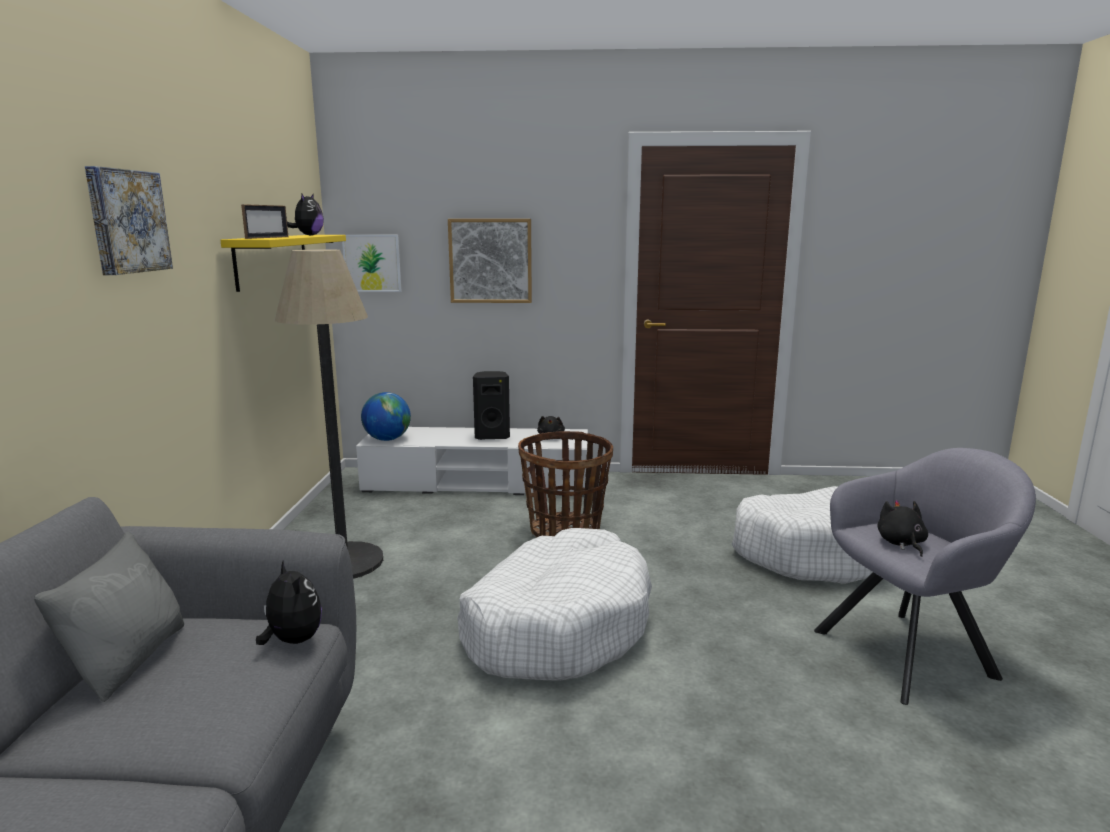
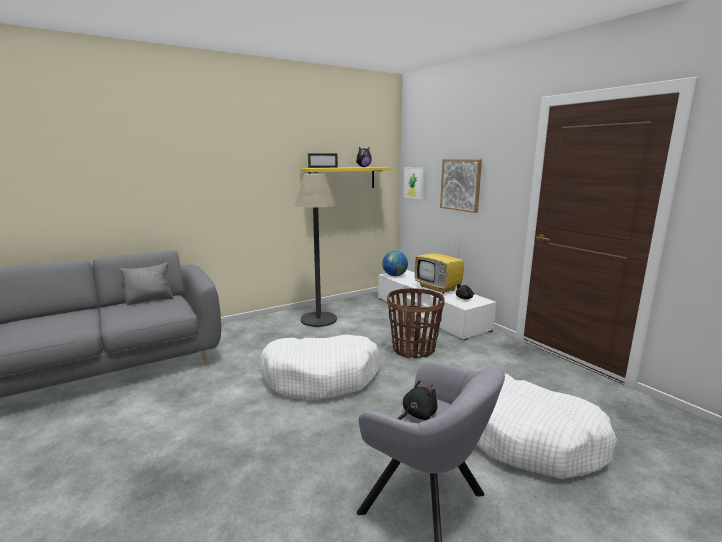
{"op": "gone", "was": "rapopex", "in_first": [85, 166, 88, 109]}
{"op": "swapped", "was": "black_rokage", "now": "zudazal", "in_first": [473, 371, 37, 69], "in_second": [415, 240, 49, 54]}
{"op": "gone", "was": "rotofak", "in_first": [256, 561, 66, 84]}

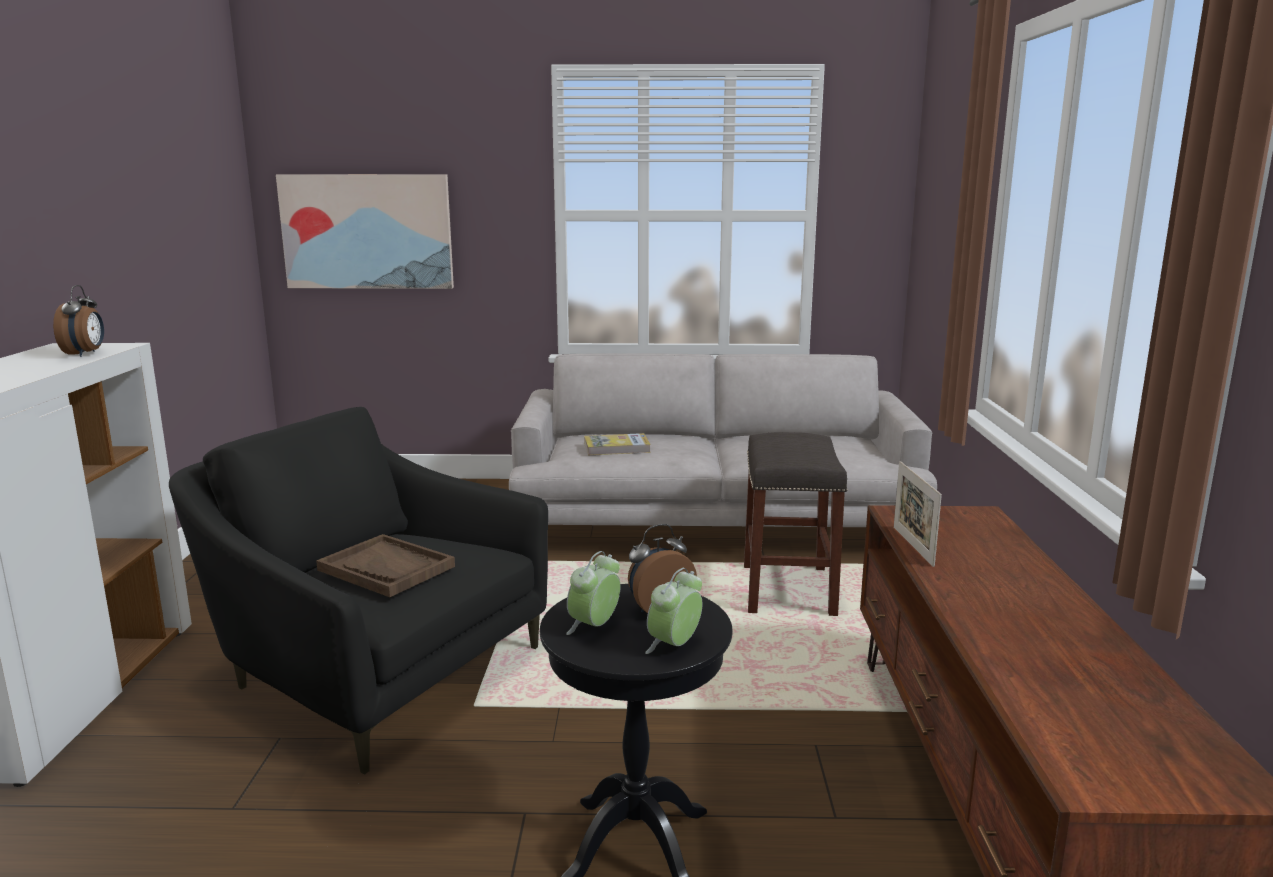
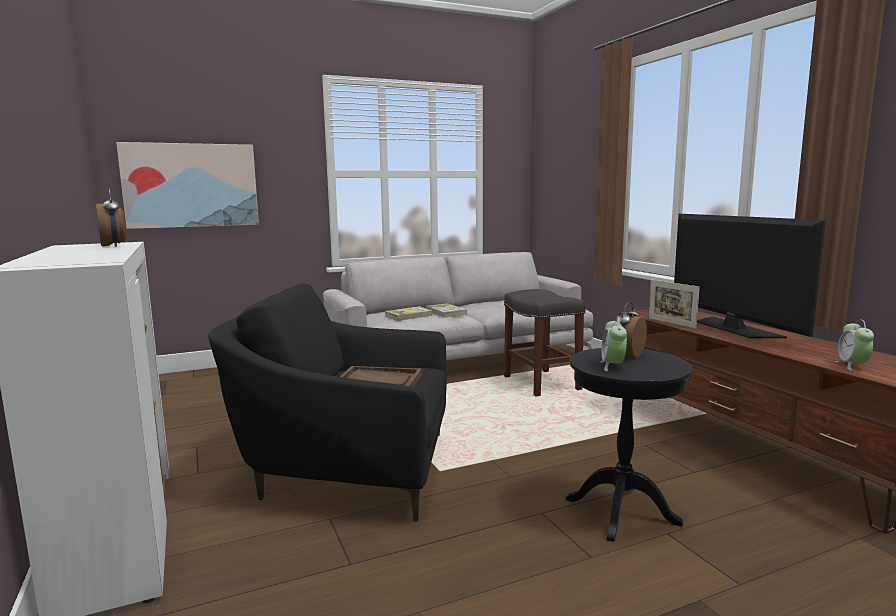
{"op": "shifted", "was": "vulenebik", "in_first": [645, 568, 57, 86], "in_second": [835, 319, 39, 52]}
{"op": "new", "now": "zudazal", "in_second": [674, 214, 152, 124]}
{"op": "new", "now": "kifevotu", "in_second": [426, 303, 41, 15]}

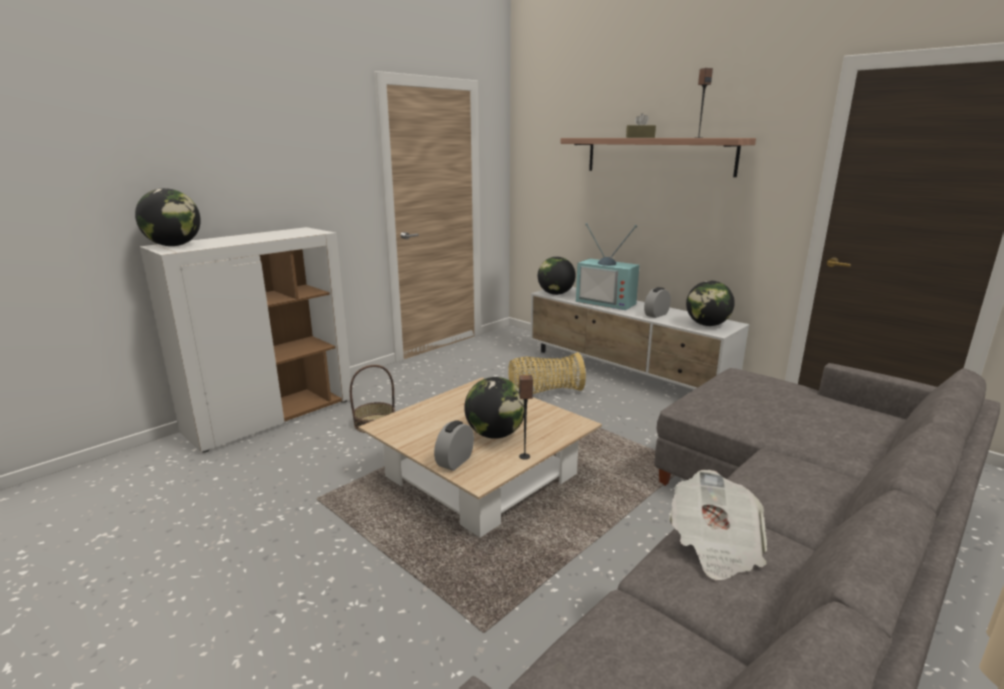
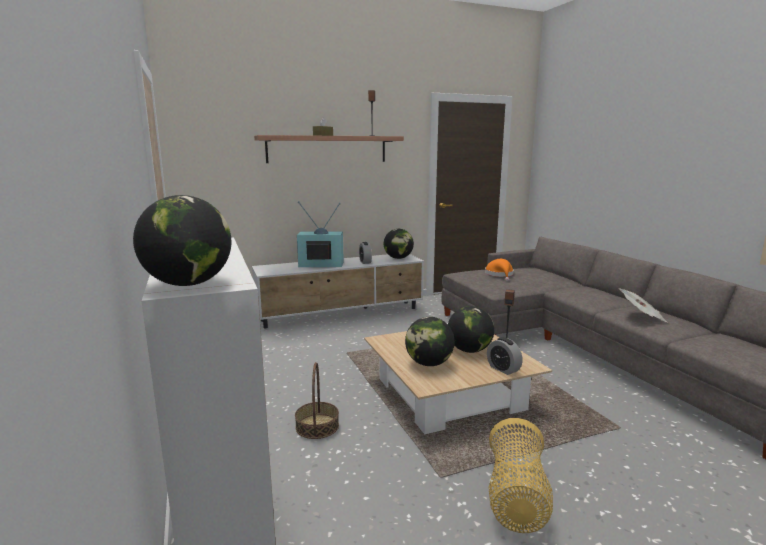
{"op": "rotated", "was": "zudazal", "in_first": [576, 223, 64, 87], "in_second": [297, 201, 47, 66], "clockwise": -150}
{"op": "shifted", "was": "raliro", "in_first": [538, 257, 38, 38], "in_second": [405, 317, 50, 49]}
{"op": "shifted", "was": "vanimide", "in_first": [508, 352, 78, 42], "in_second": [488, 418, 65, 115]}
{"op": "new", "now": "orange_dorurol", "in_second": [485, 259, 29, 22]}

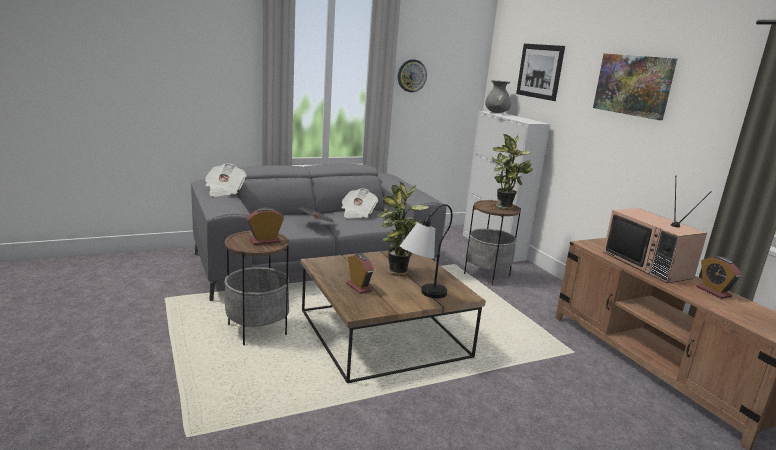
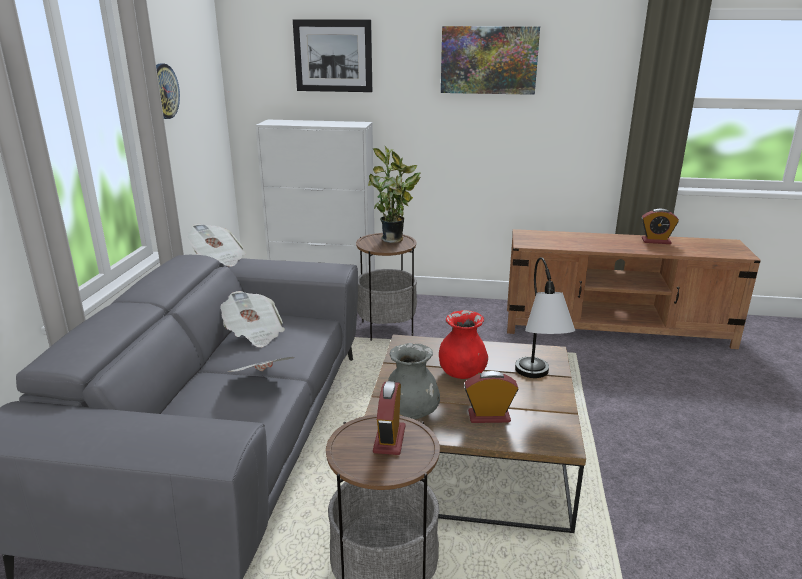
{"op": "shifted", "was": "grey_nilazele", "in_first": [485, 80, 26, 33], "in_second": [388, 343, 52, 76]}
{"op": "shifted", "was": "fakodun", "in_first": [205, 163, 41, 34], "in_second": [186, 224, 60, 43]}
{"op": "gone", "was": "zudazal", "in_first": [603, 176, 108, 107]}
{"op": "swapped", "was": "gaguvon", "now": "red_nilazele", "in_first": [377, 181, 52, 95], "in_second": [439, 310, 49, 69]}

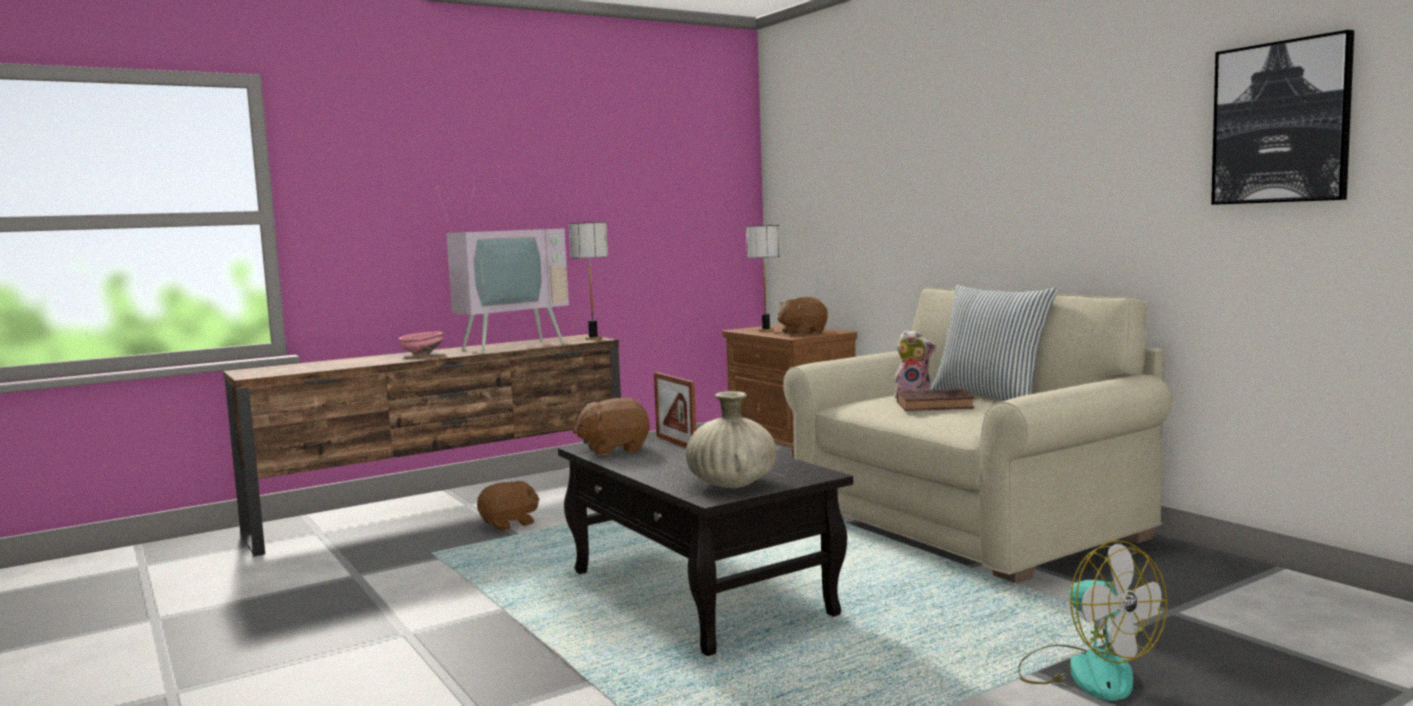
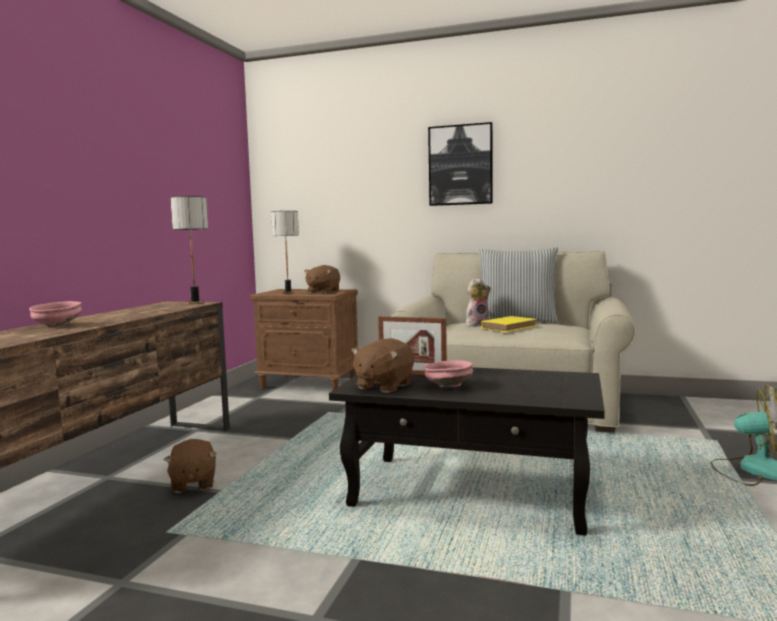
{"op": "shifted", "was": "rapopex", "in_first": [1211, 30, 143, 175], "in_second": [428, 122, 65, 84]}
{"op": "gone", "was": "zudazal", "in_first": [436, 186, 133, 167]}
{"op": "repainted", "was": "brown_kifevotu", "now": "yellow_kifevotu", "in_first": [897, 389, 77, 22], "in_second": [481, 316, 55, 16]}
{"op": "gone", "was": "beige_nilazele", "in_first": [686, 391, 91, 97]}
{"op": "rotated", "was": "brown_rotofak", "in_first": [477, 481, 62, 50], "in_second": [164, 439, 53, 54], "clockwise": 150}
{"op": "new", "now": "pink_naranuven", "in_second": [423, 360, 50, 28]}

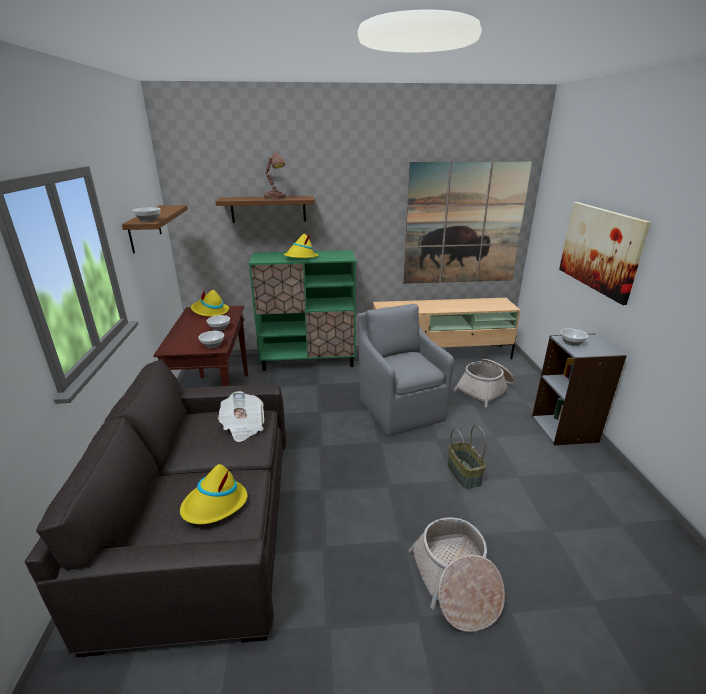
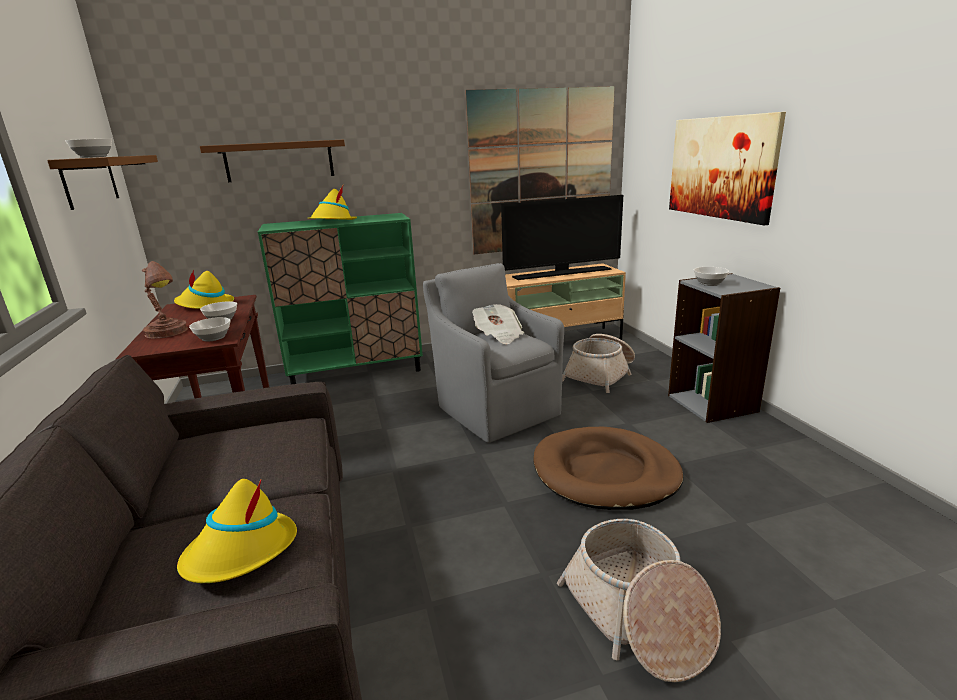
{"op": "shifted", "was": "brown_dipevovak", "in_first": [263, 152, 23, 48], "in_second": [142, 261, 46, 78]}
{"op": "shifted", "was": "fakodun", "in_first": [218, 391, 46, 51], "in_second": [472, 304, 52, 40]}
{"op": "swapped", "was": "vanimide", "now": "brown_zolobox", "in_first": [448, 425, 38, 64], "in_second": [533, 427, 150, 83]}
{"op": "new", "now": "zudazal", "in_second": [501, 195, 122, 85]}

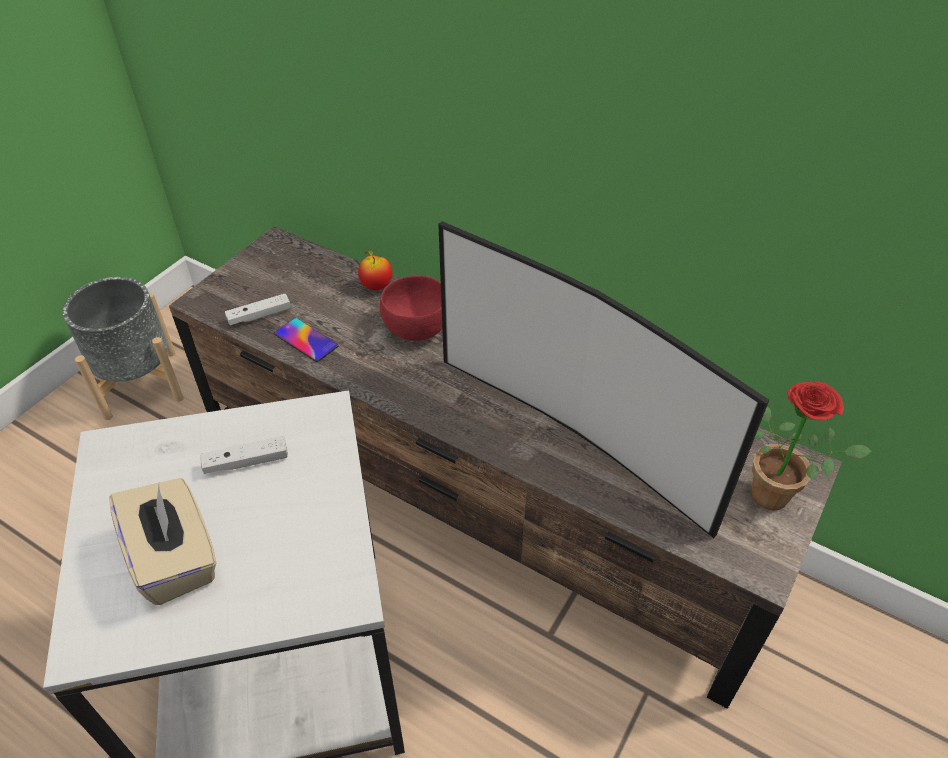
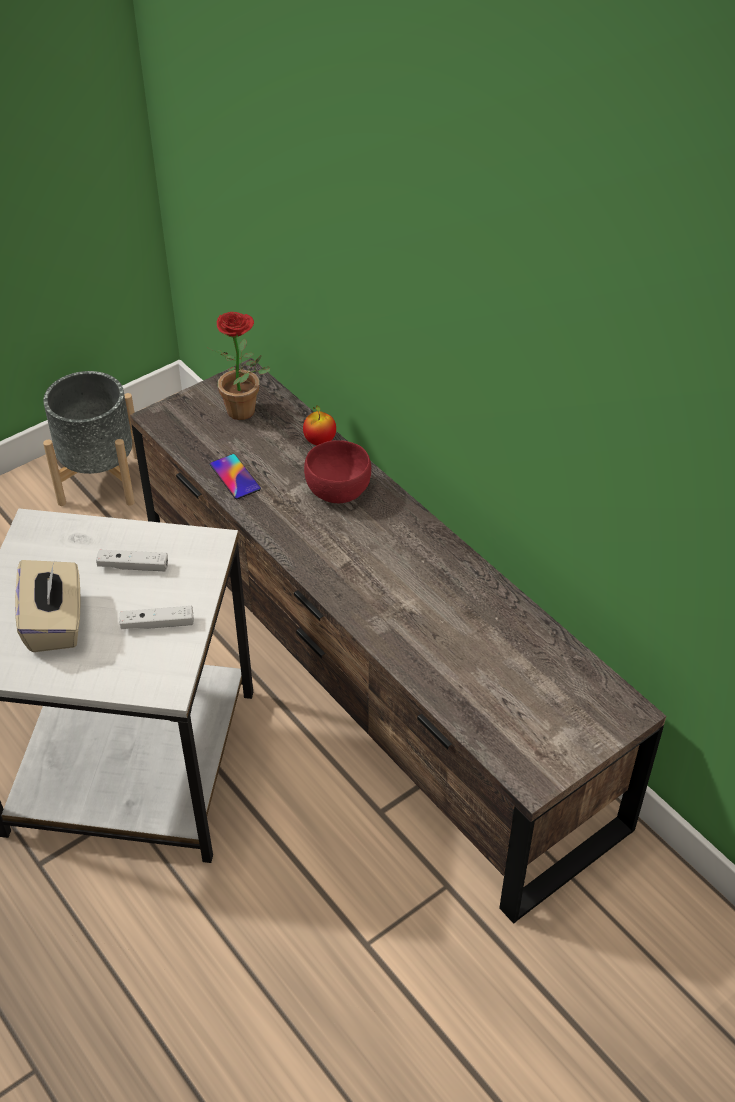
{"op": "gone", "was": "zudazal", "in_first": [438, 221, 331, 317]}
{"op": "shifted", "was": "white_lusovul", "in_first": [225, 294, 65, 31], "in_second": [120, 606, 74, 23]}
{"op": "shifted", "was": "gaguvon", "in_first": [751, 381, 121, 129], "in_second": [208, 312, 62, 108]}

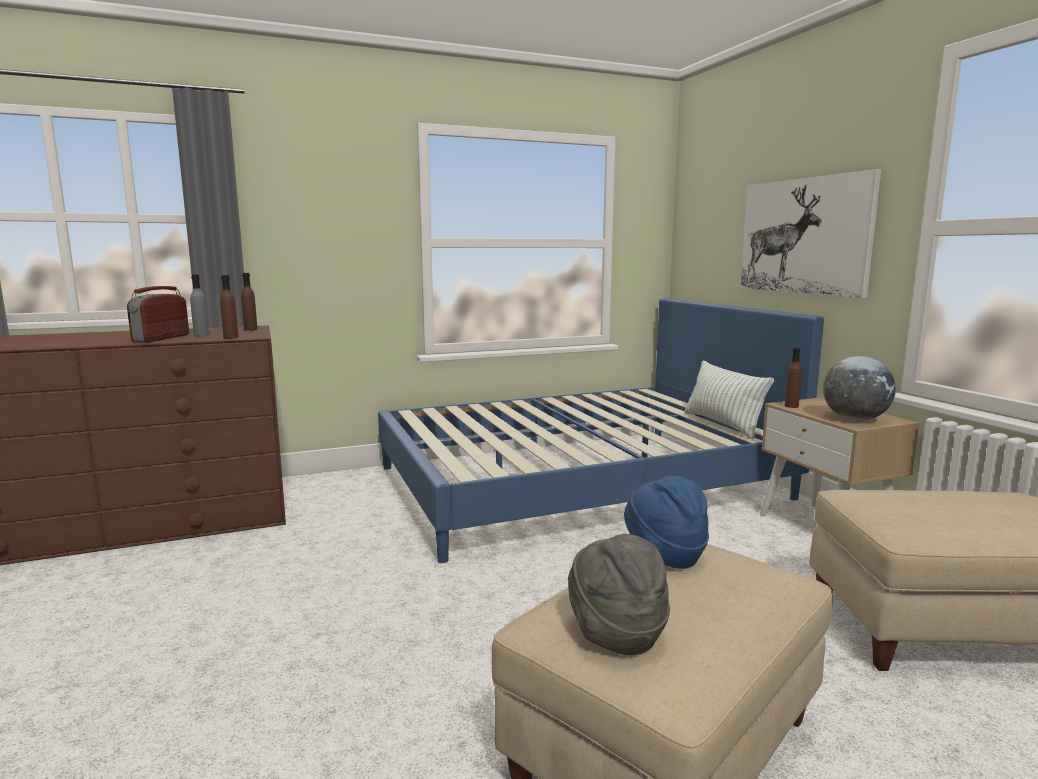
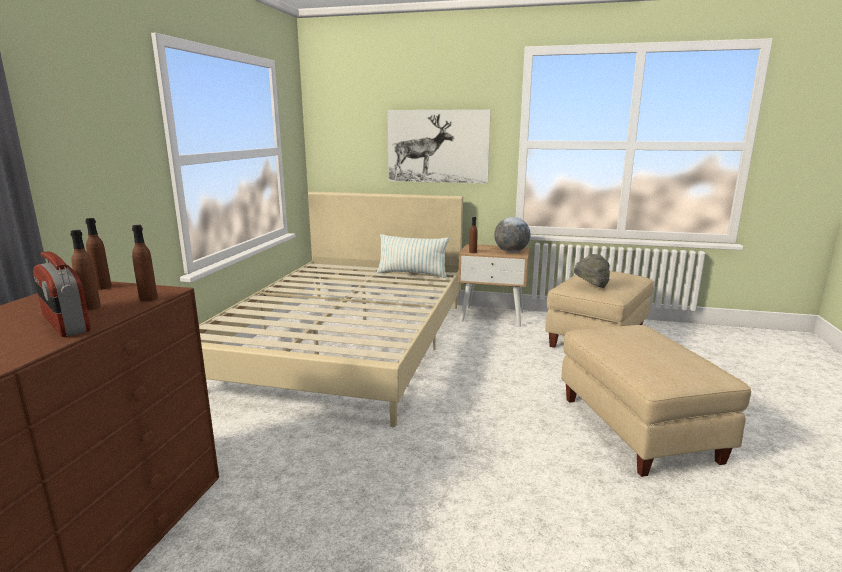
{"op": "repainted", "was": "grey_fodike", "now": "brown_fodike", "in_first": [190, 274, 19, 62], "in_second": [70, 230, 31, 80]}
{"op": "repainted", "was": "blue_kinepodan", "now": "beige_kinepodan", "in_first": [378, 298, 446, 265], "in_second": [199, 191, 264, 236]}
{"op": "gone", "was": "blue_dorurol", "in_first": [624, 476, 85, 93]}
{"op": "shifted", "was": "grey_dorurol", "in_first": [568, 534, 102, 121], "in_second": [574, 254, 36, 34]}

